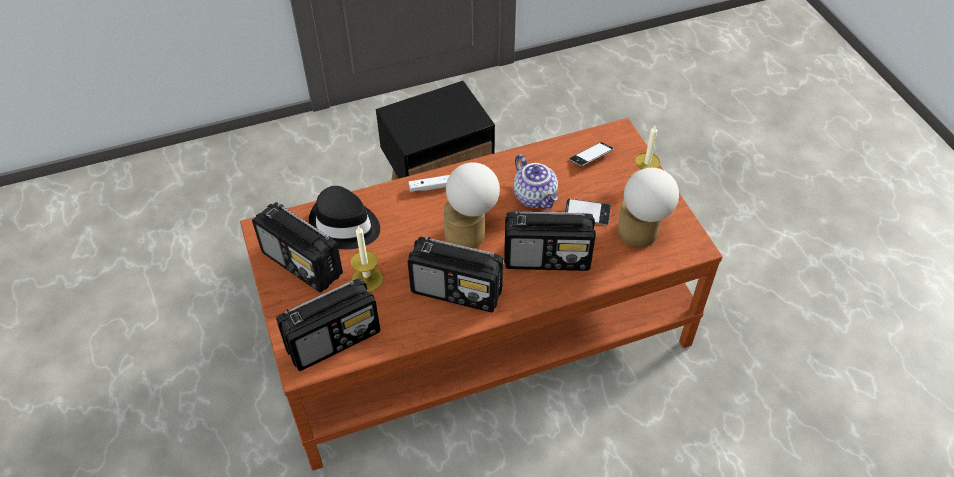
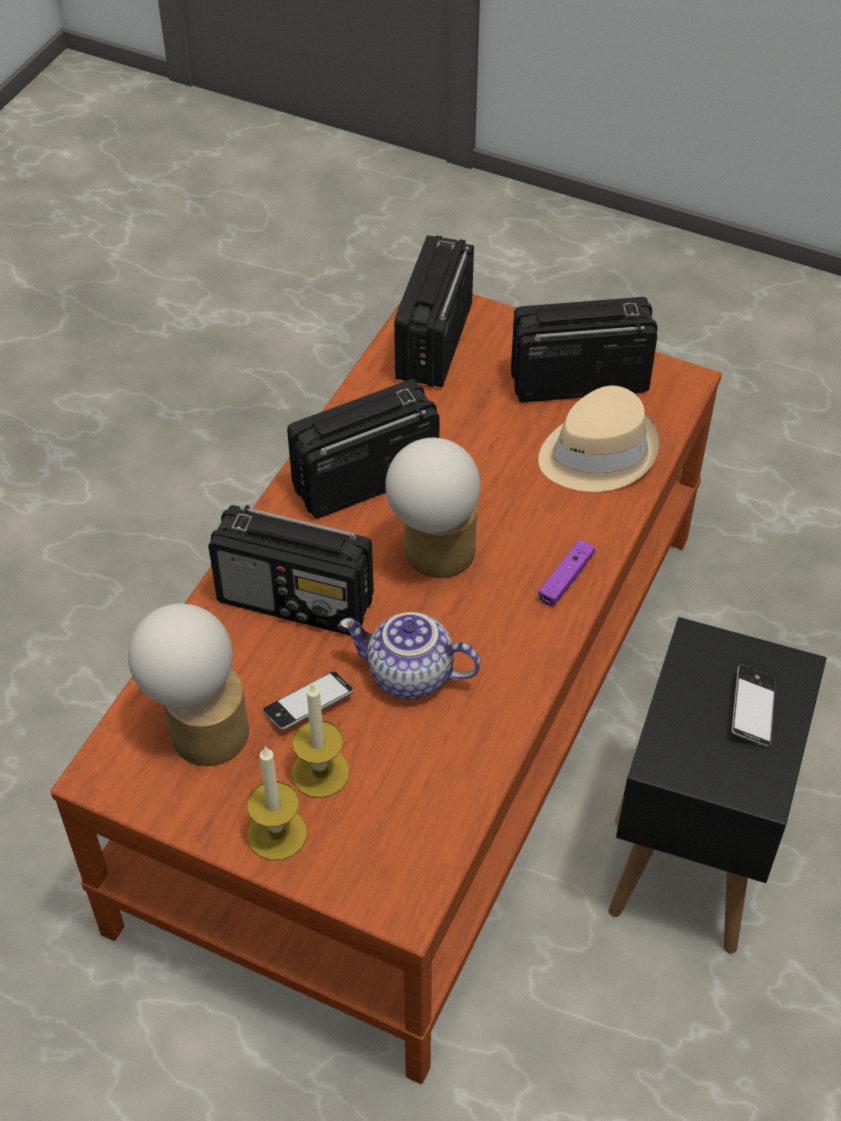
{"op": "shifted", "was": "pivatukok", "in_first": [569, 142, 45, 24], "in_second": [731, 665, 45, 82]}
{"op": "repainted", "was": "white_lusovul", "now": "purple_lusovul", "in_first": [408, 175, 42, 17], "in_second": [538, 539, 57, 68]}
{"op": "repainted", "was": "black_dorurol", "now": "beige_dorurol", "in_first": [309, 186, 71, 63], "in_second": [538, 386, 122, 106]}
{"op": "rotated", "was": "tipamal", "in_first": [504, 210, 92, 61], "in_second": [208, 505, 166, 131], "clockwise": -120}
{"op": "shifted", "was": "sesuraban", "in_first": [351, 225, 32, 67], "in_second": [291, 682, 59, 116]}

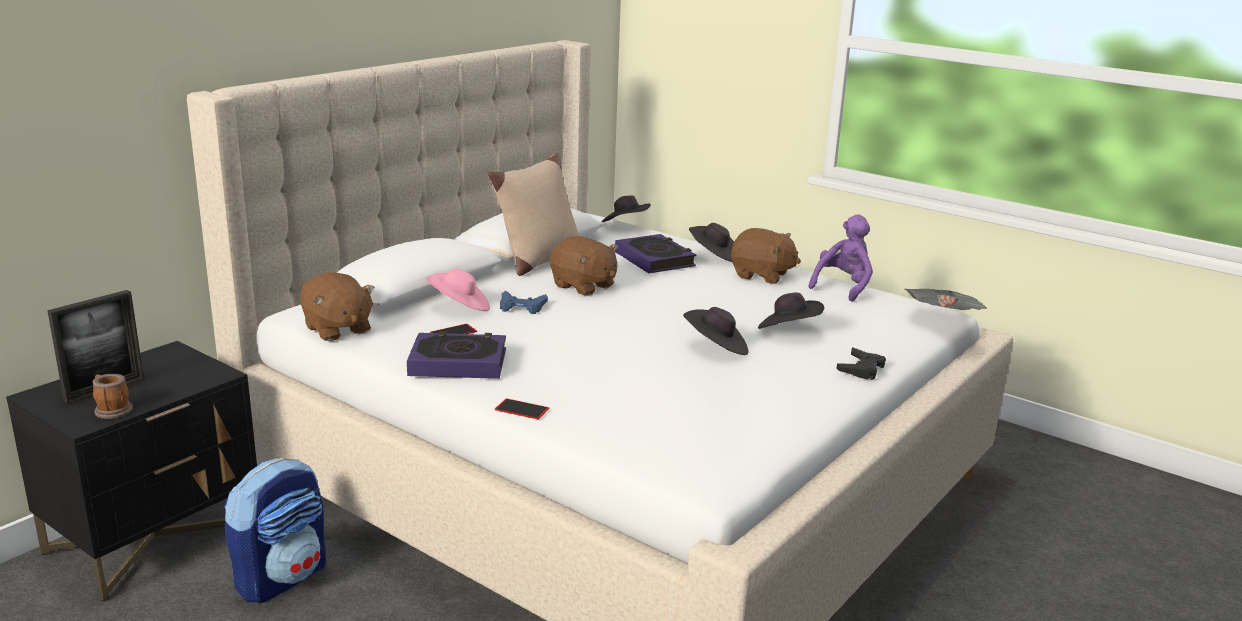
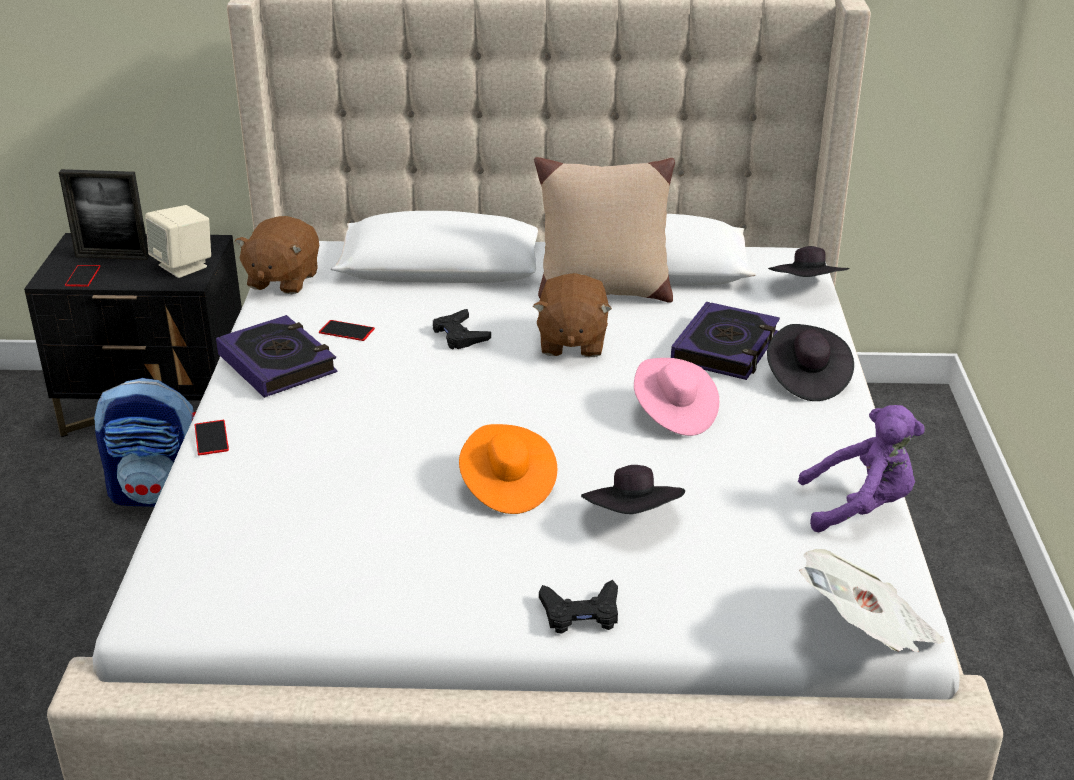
{"op": "gone", "was": "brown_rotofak", "in_first": [731, 228, 70, 56]}
{"op": "shifted", "was": "pink_dorurol", "in_first": [426, 269, 64, 42], "in_second": [634, 358, 85, 78]}
{"op": "repainted", "was": "blue_lusovul", "now": "black_lusovul", "in_first": [500, 291, 48, 23], "in_second": [433, 309, 58, 40]}
{"op": "repainted", "was": "black_dorurol", "now": "orange_dorurol", "in_first": [683, 307, 65, 48], "in_second": [459, 424, 98, 90]}
{"op": "swapped", "was": "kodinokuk", "now": "pivatukok", "in_first": [93, 374, 40, 45], "in_second": [65, 265, 36, 21]}
{"op": "new", "now": "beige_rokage", "in_second": [145, 205, 66, 73]}

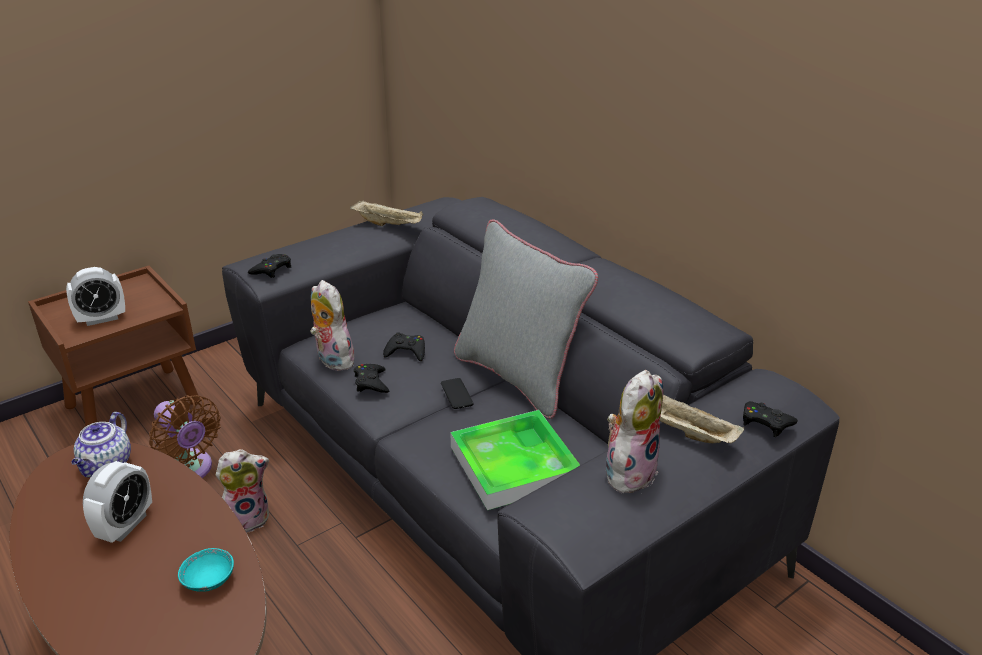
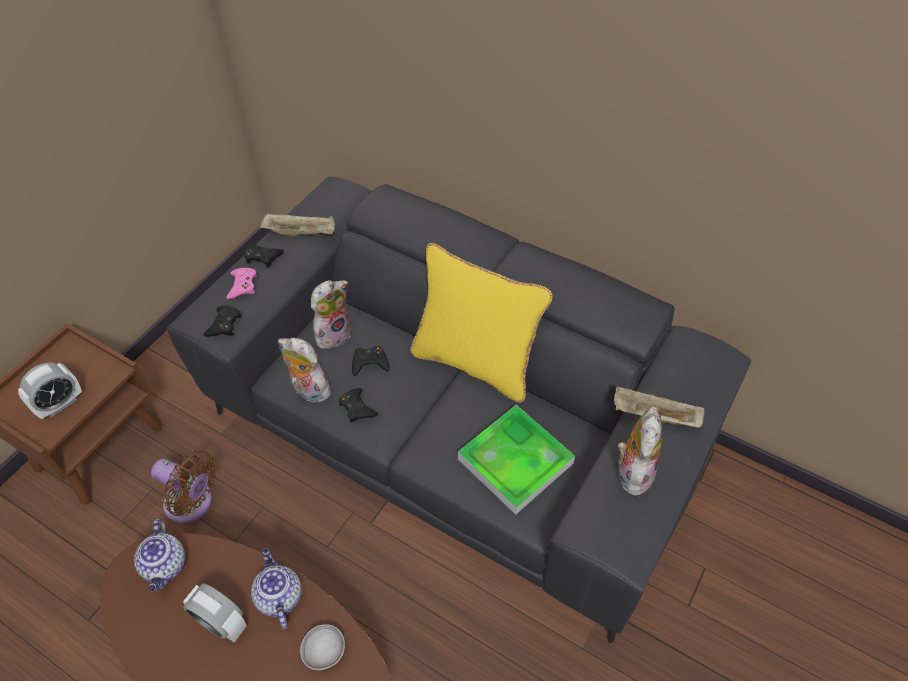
{"op": "repainted", "was": "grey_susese", "now": "yellow_susese", "in_first": [454, 219, 144, 200], "in_second": [410, 243, 143, 160]}
{"op": "gone", "was": "pivatukok", "in_first": [441, 378, 32, 31]}
{"op": "shifted", "was": "black_lusovul", "in_first": [743, 401, 55, 36], "in_second": [244, 243, 40, 25]}
{"op": "shifted", "was": "rotofak", "in_first": [215, 449, 54, 84], "in_second": [311, 280, 40, 69]}
{"op": "rotated", "was": "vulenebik", "in_first": [83, 461, 69, 82], "in_second": [183, 584, 63, 59], "clockwise": 120}
{"op": "repainted", "was": "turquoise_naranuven", "now": "grey_naranuven", "in_first": [178, 548, 56, 44], "in_second": [300, 624, 45, 46]}
{"op": "new", "now": "pink_lusovul", "in_second": [226, 268, 31, 31]}
{"op": "new", "now": "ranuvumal", "in_second": [251, 548, 51, 81]}

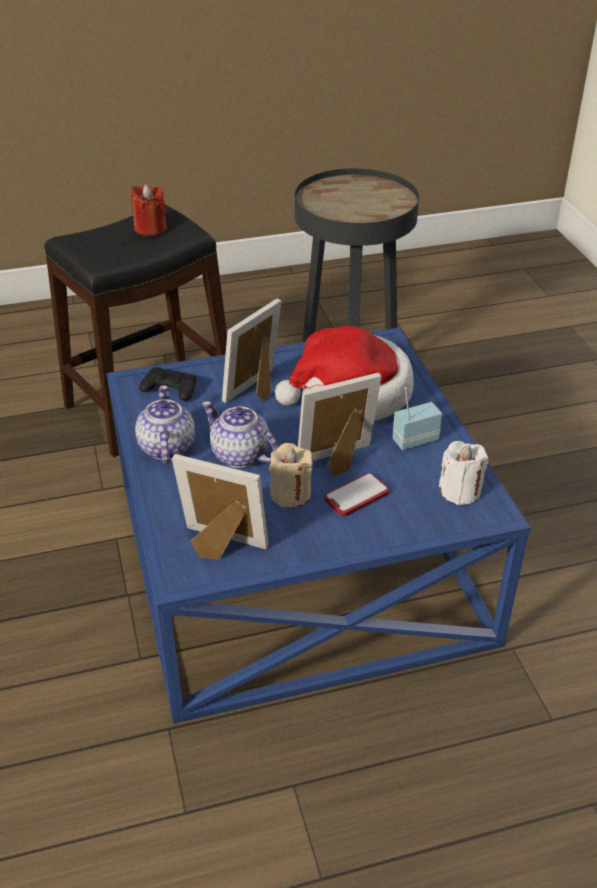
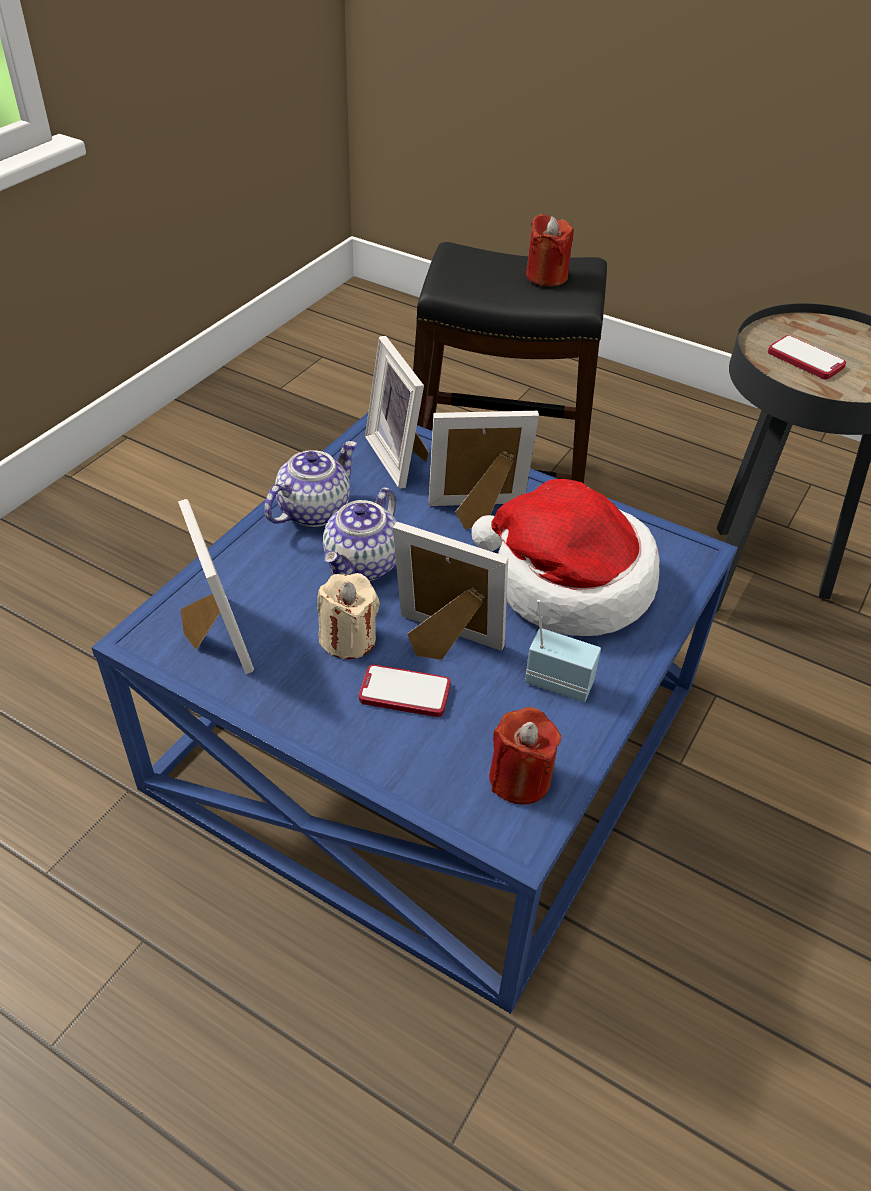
{"op": "swapped", "was": "black_lusovul", "now": "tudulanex", "in_first": [139, 367, 58, 34], "in_second": [365, 336, 64, 153]}
{"op": "rotated", "was": "ranuvumal", "in_first": [202, 401, 76, 67], "in_second": [323, 487, 74, 94], "clockwise": -150}
{"op": "repainted", "was": "white_sesuraban", "now": "red_sesuraban", "in_first": [439, 441, 50, 64], "in_second": [489, 707, 72, 97]}
{"op": "new", "now": "pivatukok", "in_second": [768, 335, 78, 45]}

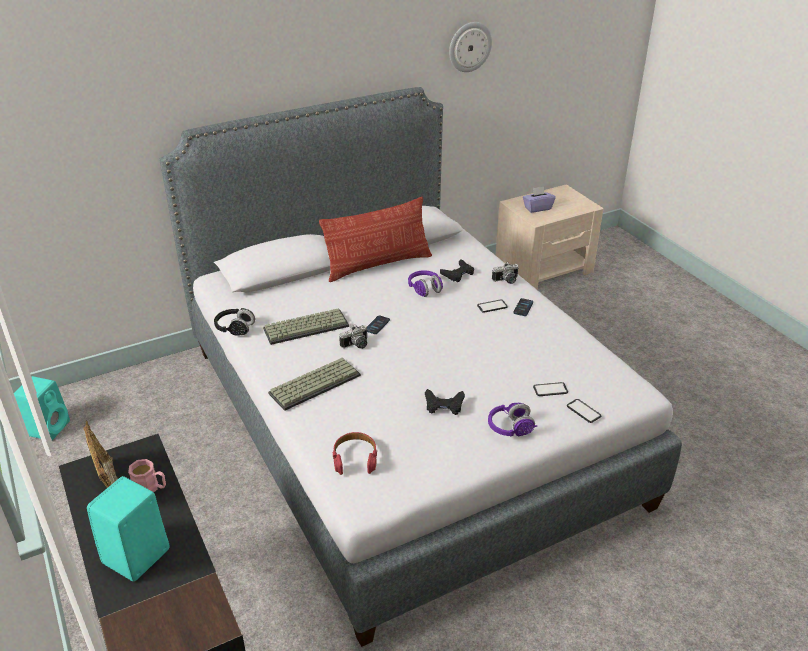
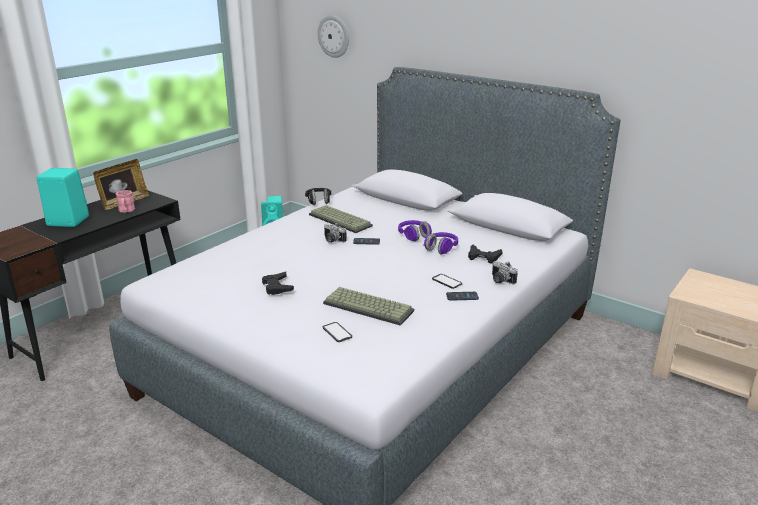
{"op": "shifted", "was": "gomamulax", "in_first": [449, 22, 43, 50], "in_second": [318, 15, 31, 43]}
{"op": "gone", "was": "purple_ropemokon", "in_first": [523, 187, 32, 26]}
{"op": "gone", "was": "susese", "in_first": [319, 197, 113, 85]}
{"op": "shifted", "was": "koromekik", "in_first": [268, 358, 93, 53], "in_second": [323, 287, 91, 39]}
{"op": "gone", "was": "pivatukok", "in_first": [567, 399, 34, 24]}
{"op": "shifted", "was": "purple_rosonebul", "in_first": [488, 403, 49, 34], "in_second": [398, 220, 34, 21]}
{"op": "gone", "was": "red_rosonebul", "in_first": [333, 432, 44, 43]}

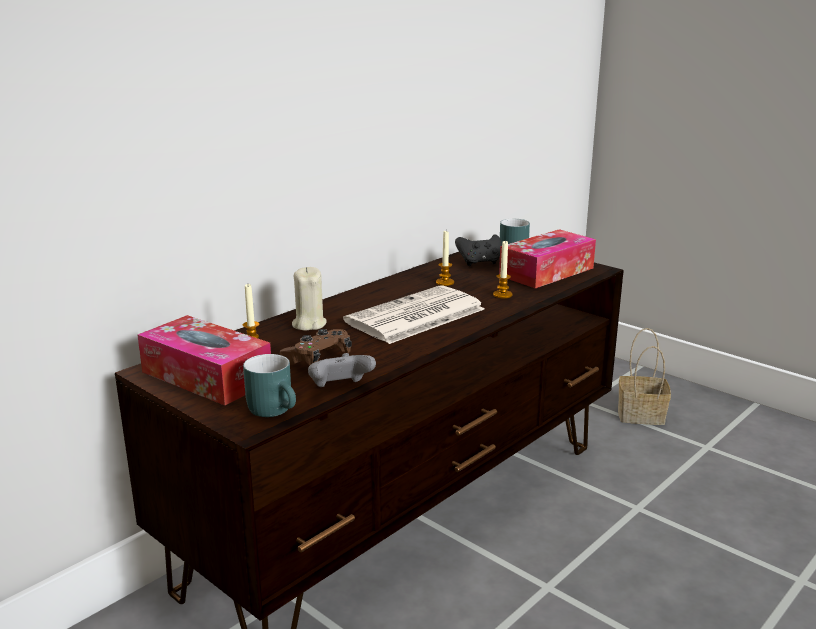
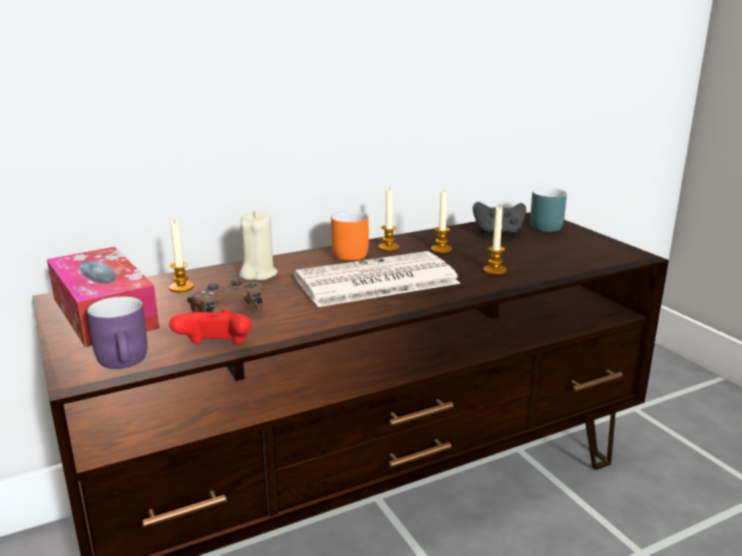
{"op": "gone", "was": "ropemokon", "in_first": [499, 229, 97, 59]}
{"op": "gone", "was": "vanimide", "in_first": [618, 328, 53, 97]}
{"op": "repainted", "was": "grey_lusovul", "now": "red_lusovul", "in_first": [308, 353, 68, 34], "in_second": [169, 309, 82, 36]}
{"op": "repainted", "was": "turquoise_kodinokuk", "now": "purple_kodinokuk", "in_first": [243, 354, 53, 63], "in_second": [87, 296, 61, 73]}
{"op": "new", "now": "sesuraban", "in_second": [378, 187, 21, 64]}
{"op": "new", "now": "orange_kodinokuk", "in_second": [331, 211, 38, 50]}

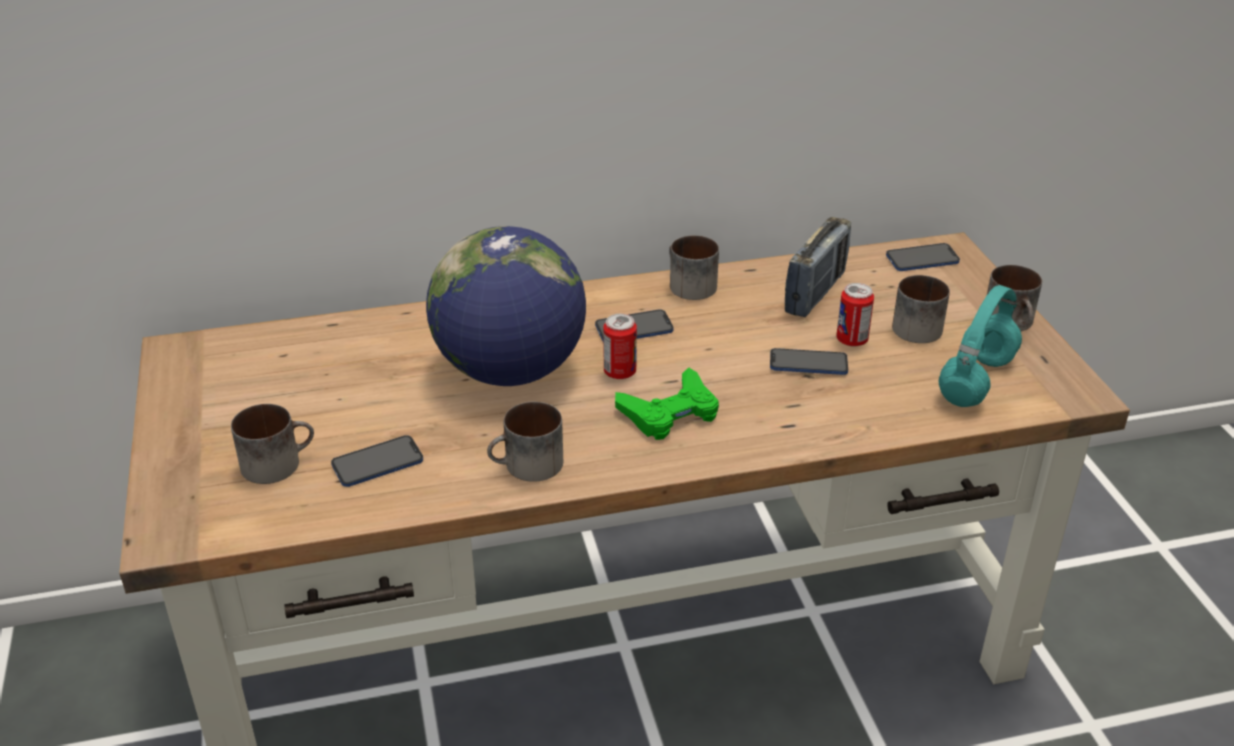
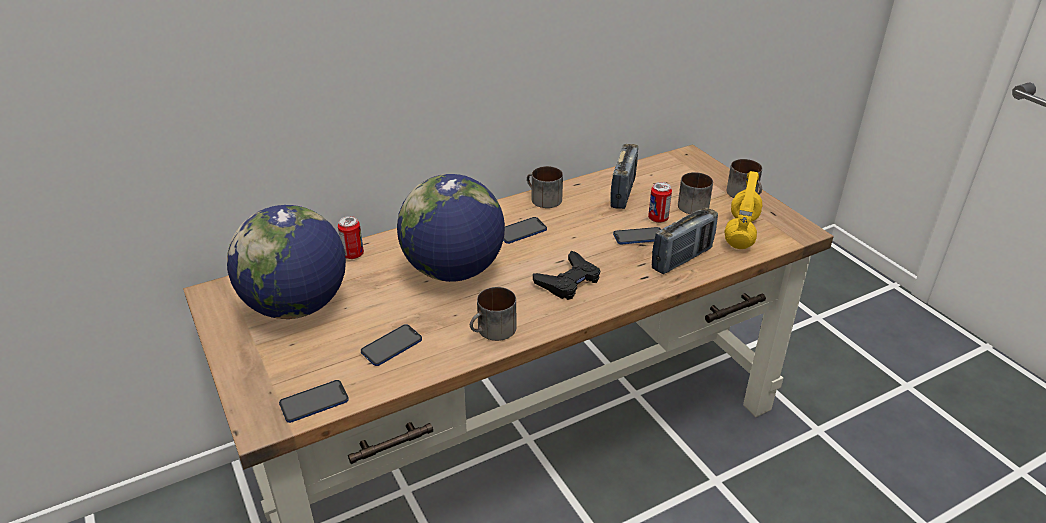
{"op": "shifted", "was": "pivatukok", "in_first": [886, 243, 74, 28], "in_second": [279, 380, 70, 43]}
{"op": "repainted", "was": "turquoise_rosonebul", "now": "yellow_rosonebul", "in_first": [938, 285, 84, 122], "in_second": [725, 171, 37, 78]}
{"op": "shifted", "was": "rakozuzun", "in_first": [603, 314, 34, 65], "in_second": [338, 216, 26, 43]}
{"op": "repainted", "was": "green_lusovul", "now": "black_lusovul", "in_first": [615, 367, 104, 73], "in_second": [533, 250, 67, 50]}
{"op": "gone", "was": "kodinokuk", "in_first": [231, 404, 83, 80]}
{"op": "new", "now": "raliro", "in_second": [227, 205, 119, 114]}
{"op": "new", "now": "tipamal", "in_second": [652, 207, 66, 67]}

